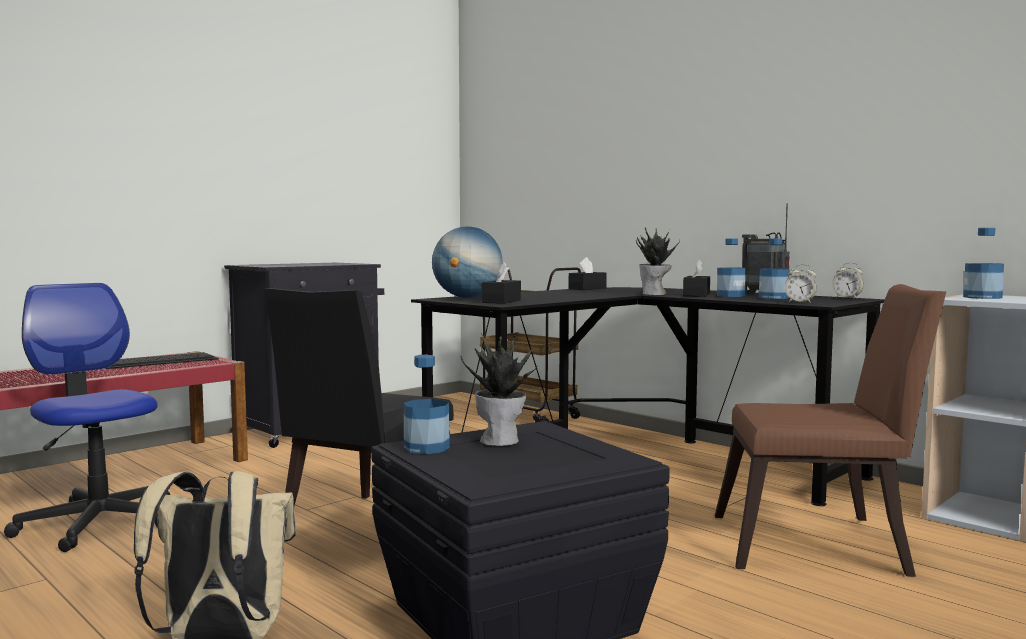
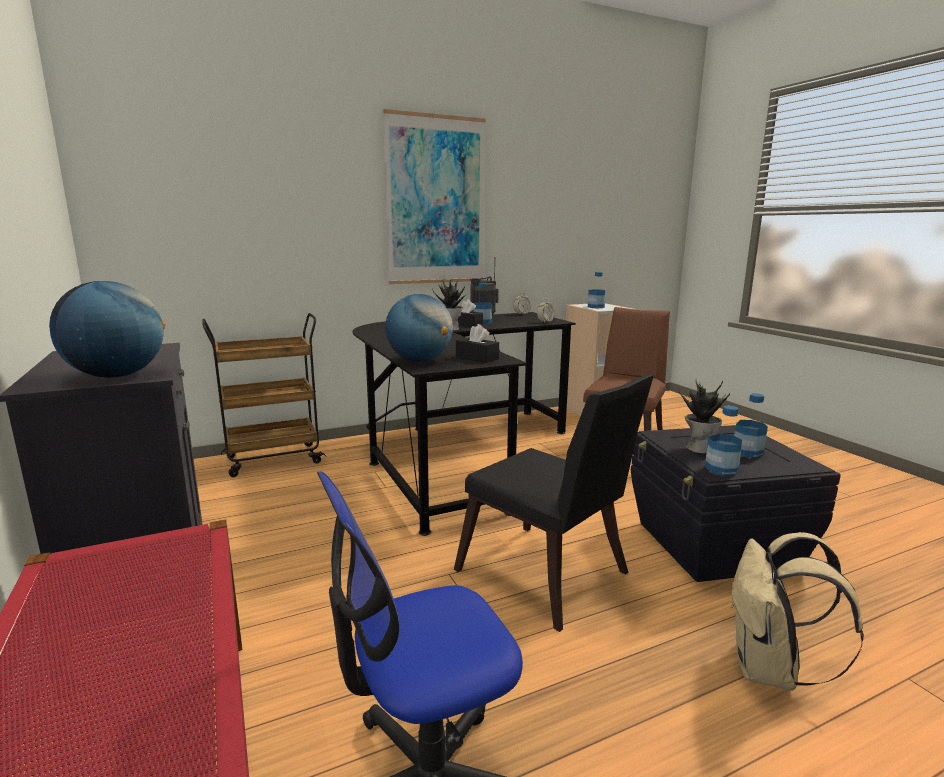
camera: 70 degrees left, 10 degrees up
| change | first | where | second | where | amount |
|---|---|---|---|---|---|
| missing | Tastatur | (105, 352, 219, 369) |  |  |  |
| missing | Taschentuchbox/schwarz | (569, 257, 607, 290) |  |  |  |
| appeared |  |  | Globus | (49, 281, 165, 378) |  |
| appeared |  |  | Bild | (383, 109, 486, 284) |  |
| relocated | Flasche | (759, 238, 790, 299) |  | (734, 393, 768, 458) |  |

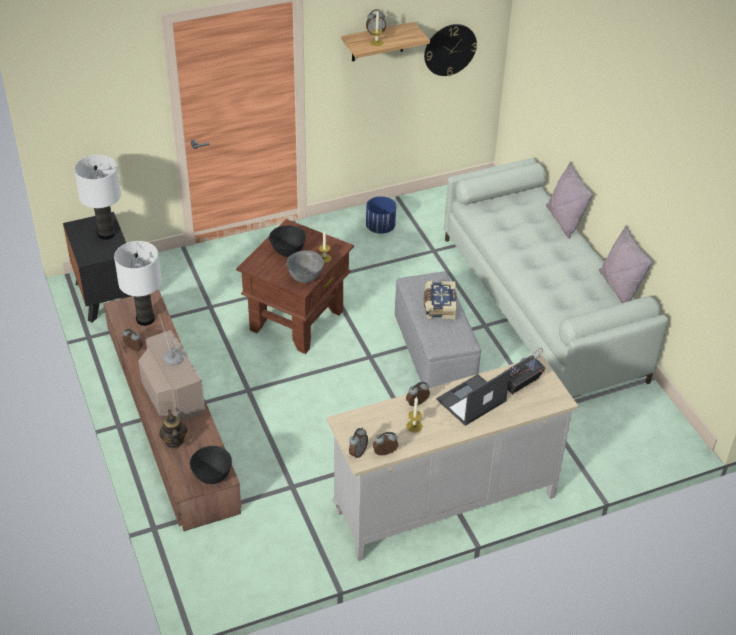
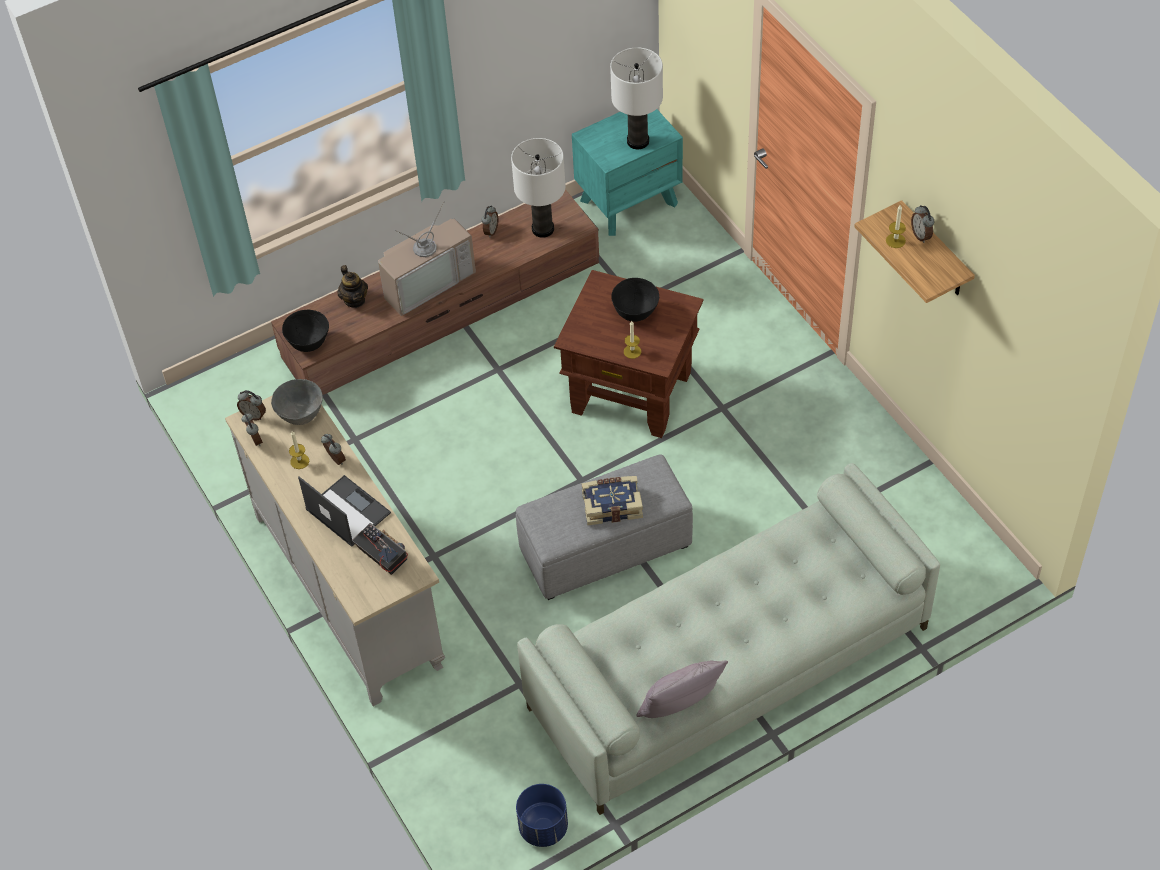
camera: 85 degrees right, 10 degrees up
| change | first | where | second | where | amount |
|---|---|---|---|---|---|
| missing | Wanduhr | (424, 24, 477, 76) |  |  |  |
| missing | Kissen/lila | (546, 162, 594, 239) |  |  |  |
| relocated | Schüssel/grau | (287, 250, 324, 283) |  | (271, 379, 323, 425) |  |
| relocated | Pflanzkübel/blau | (366, 196, 396, 234) |  | (516, 784, 568, 847) |  |
| colour | Nachttisch/schwarz | (63, 212, 131, 323) | Nachttisch/türkis | (572, 109, 683, 236) |  |
| spun | Teekanne | (159, 409, 188, 449) |  | (338, 265, 368, 308) | 90 degrees clockwise |

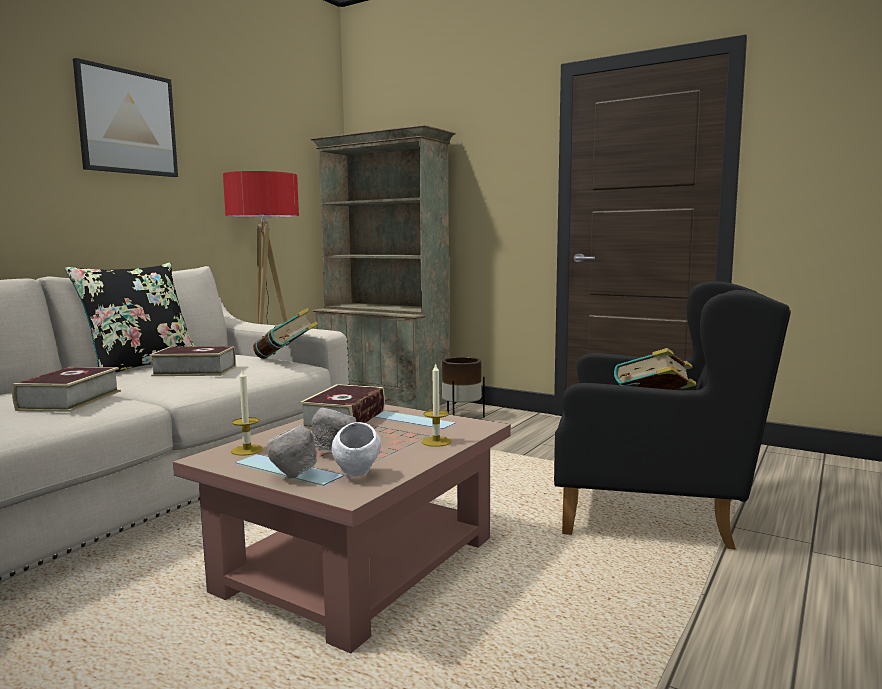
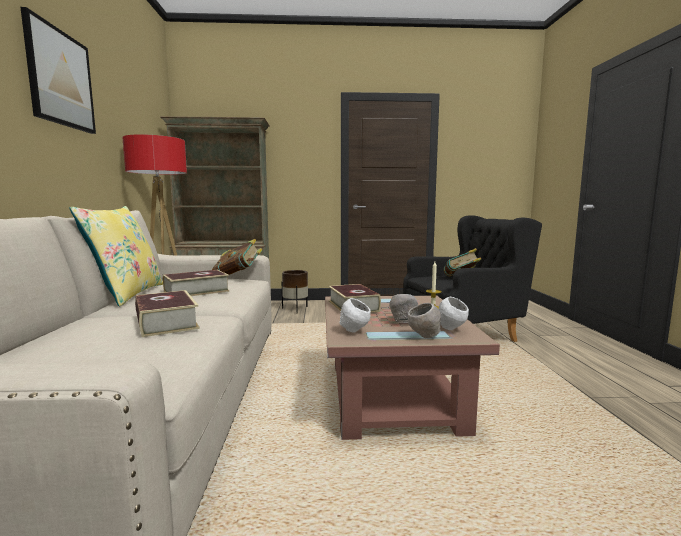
camera: 35 degrees left, 0 degrees up
| change | first | where | second | where | amount |
|---|---|---|---|---|---|
| exchanged | Kerze | (231, 368, 263, 456) | Schüssel/weiß | (340, 298, 371, 333) |  |
| colour | Kissen/schwarz | (65, 263, 195, 372) | Kissen/gelb | (70, 206, 163, 307) |  |

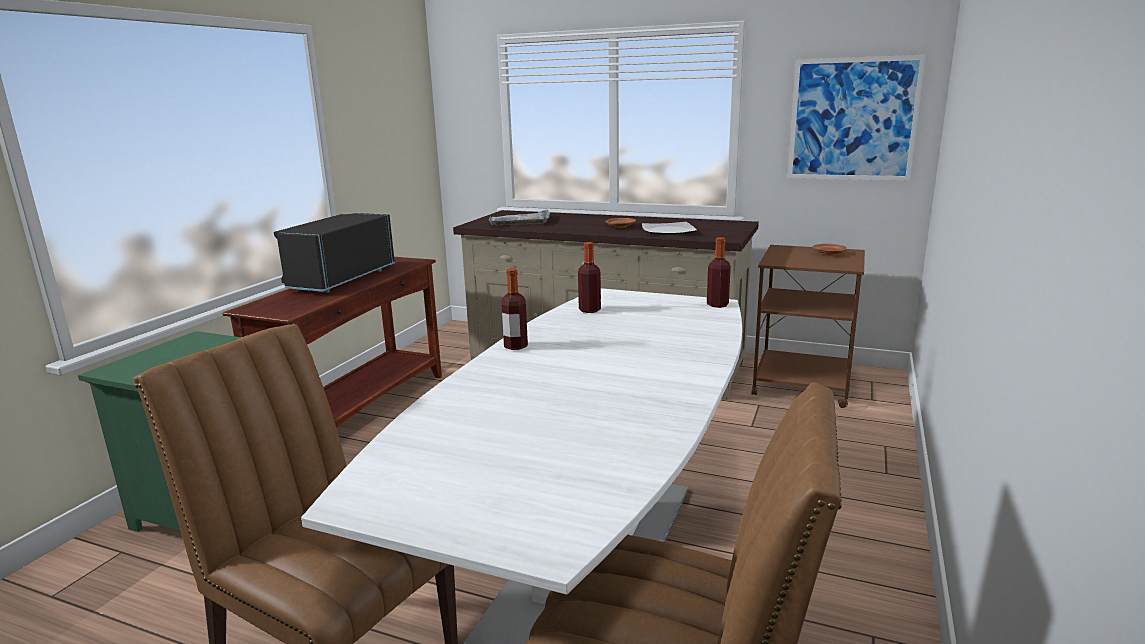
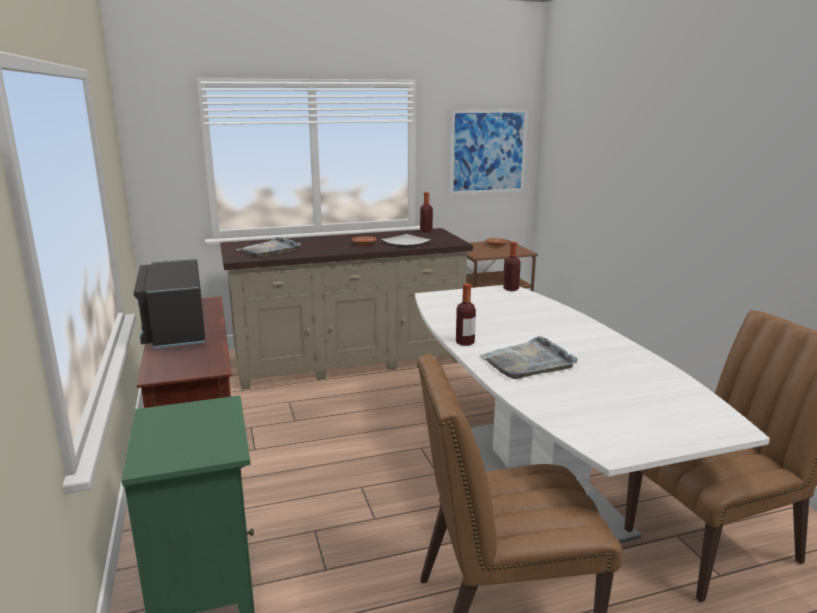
camera: 40 degrees left, 0 degrees up
| change | first | where | second | where | amount |
|---|---|---|---|---|---|
| appeared |  |  | Tablett/grau | (479, 336, 578, 379) |  |
| relocated | Flasche | (578, 242, 601, 313) |  | (420, 192, 433, 232) |  |

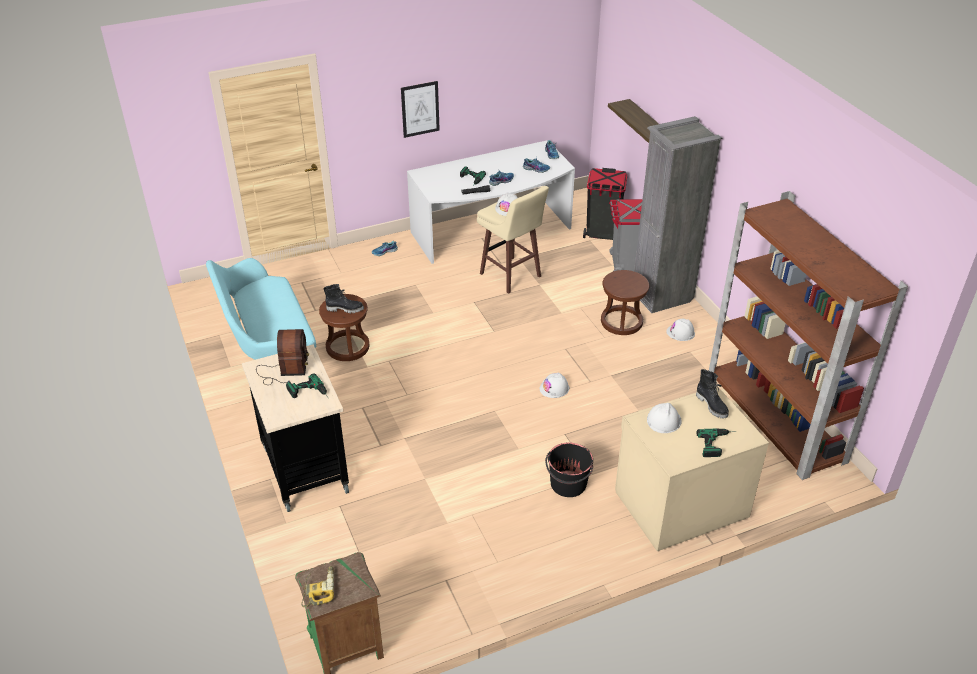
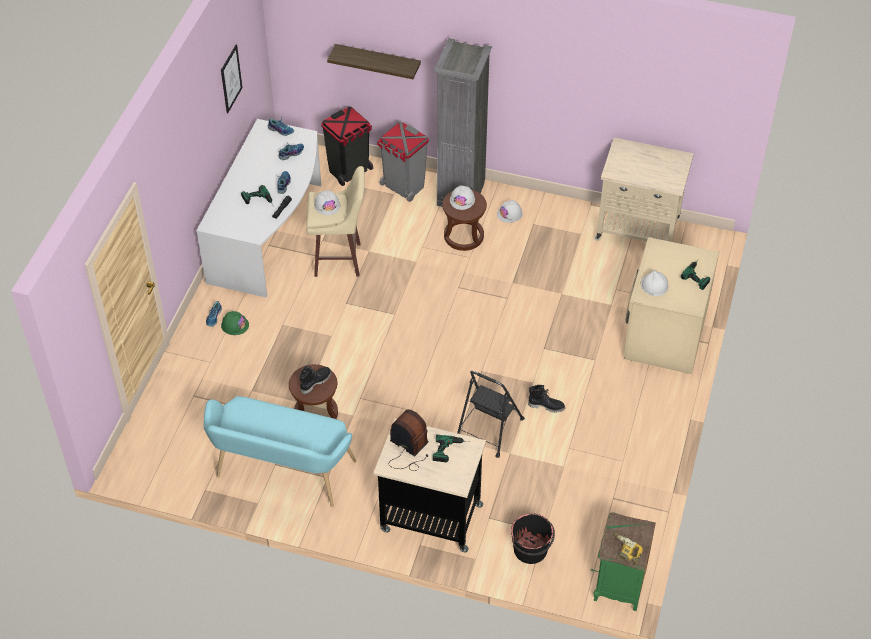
camera: 50 degrees left, 10 degrees up
| change | first | where | second | where | amount |
|---|---|---|---|---|---|
| appeared |  |  | Schutzhelm/grün | (221, 311, 249, 335) |  |
| appeared |  |  | Trittleiter/schwarz | (457, 371, 525, 458) |  |
| relocated | Bild | (401, 81, 440, 138) |  | (221, 45, 242, 113) |  |
| relocated | Schutzhelm/weiß | (540, 373, 569, 398) |  | (450, 185, 475, 210) |  |
| relocated | Eimer/schwarz | (545, 442, 593, 497) |  | (511, 513, 555, 564) |  |
| relocated | Stiefel/schwarz | (696, 369, 729, 419) |  | (528, 385, 565, 413) |  |
| exchanged | Bücherregal/braun | (709, 191, 908, 480) | Rollwagen/beige | (593, 138, 694, 242) |  |

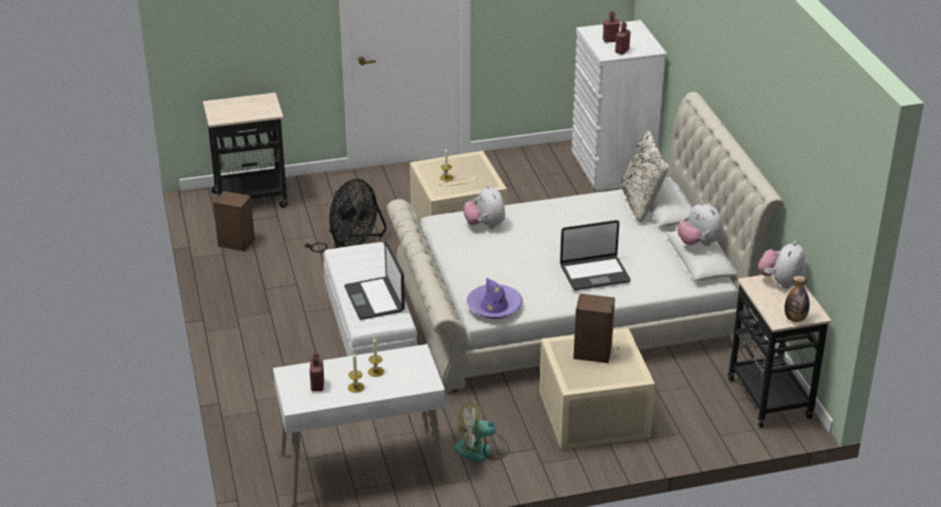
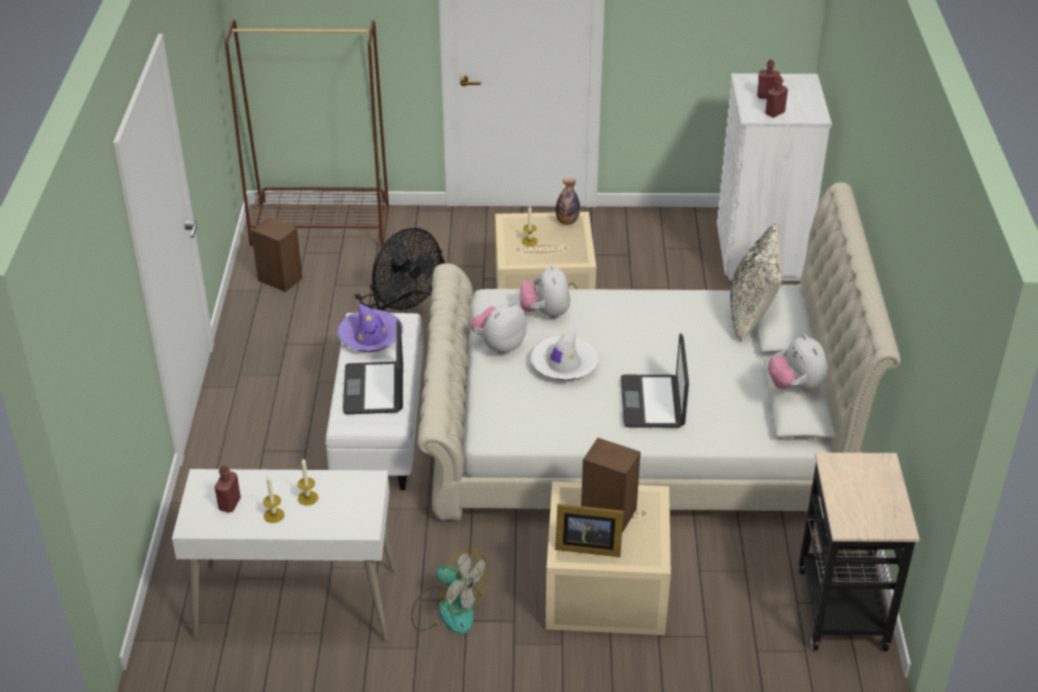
camera: 15 degrees right, 5 degrees up
| change | first | where | second | where | amount |
|---|---|---|---|---|---|
| appeared |  |  | Hut/weiß | (531, 331, 599, 381) |  |
| appeared |  |  | Bilderrahmen | (555, 504, 624, 557) |  |
| relocated | Hut/lila | (467, 278, 523, 319) |  | (337, 302, 403, 352) |  |
| relocated | Plüschtier | (758, 241, 805, 289) |  | (470, 302, 527, 354) |  |
| relocated | Flasche | (784, 276, 810, 322) |  | (556, 178, 580, 224) |  |
| exchanged | Rollwagen | (203, 93, 287, 208) | Kleiderständer/braun | (225, 19, 389, 247) |  |
| spun | Ventilator | (455, 401, 510, 462) |  | (411, 548, 488, 634) | 150 degrees counterclockwise |
| spun | Laptop | (560, 220, 631, 290) |  | (621, 334, 689, 428) | 90 degrees clockwise |

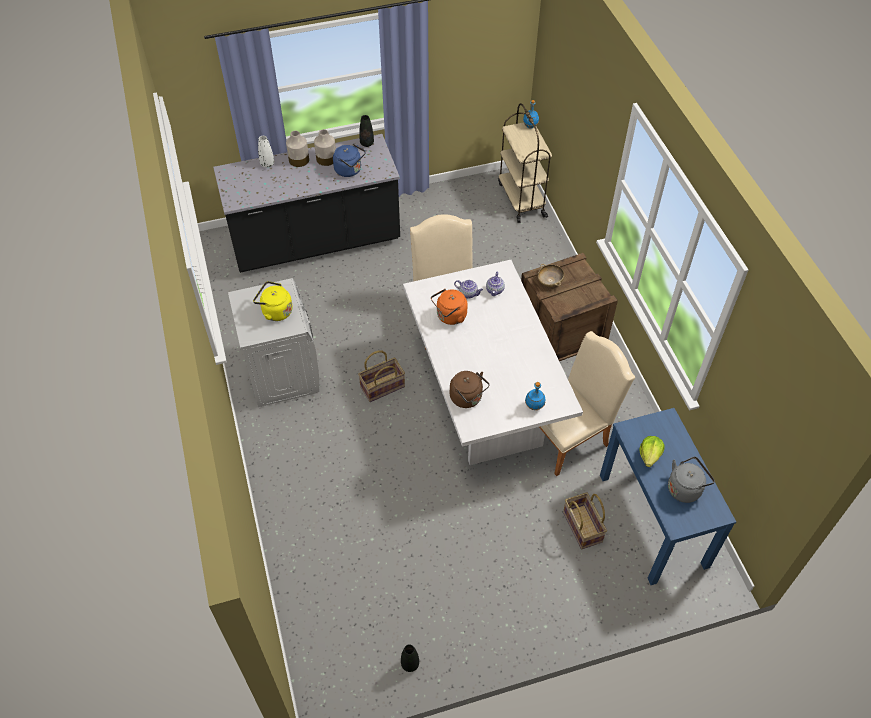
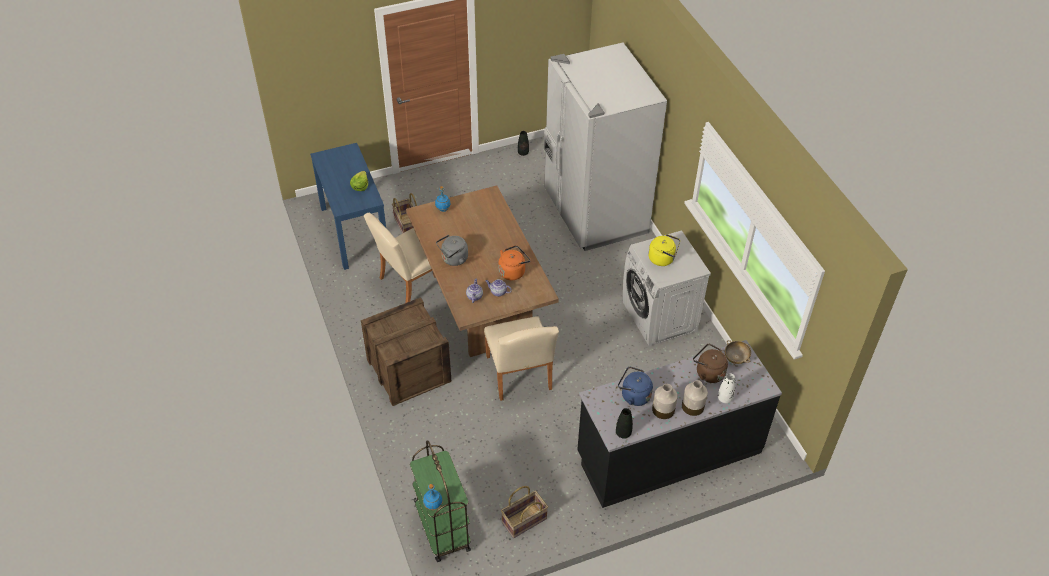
camera: 175 degrees right, 5 degrees down
| change | first | where | second | where | amount |
|---|---|---|---|---|---|
| appeared |  |  | Kühlschrank/weiß | (544, 43, 667, 251) |  |
| relocated | Korb | (358, 350, 405, 402) |  | (501, 486, 548, 538) |  |
| relocated | Wasserkessel/braun | (450, 371, 490, 408) |  | (693, 344, 728, 383) |  |
| relocated | Schüssel/beige | (538, 264, 564, 287) |  | (725, 340, 751, 364) |  |
| relocated | Wasserkessel/grau | (668, 456, 715, 503) |  | (436, 235, 468, 266) |  |
| colour | Esstisch/weiß | (403, 260, 583, 465) | Esstisch/braun | (406, 185, 559, 357) |  |
| colour | Rollwagen/beige | (498, 103, 552, 223) | Rollwagen/grün | (410, 440, 471, 562) |  |

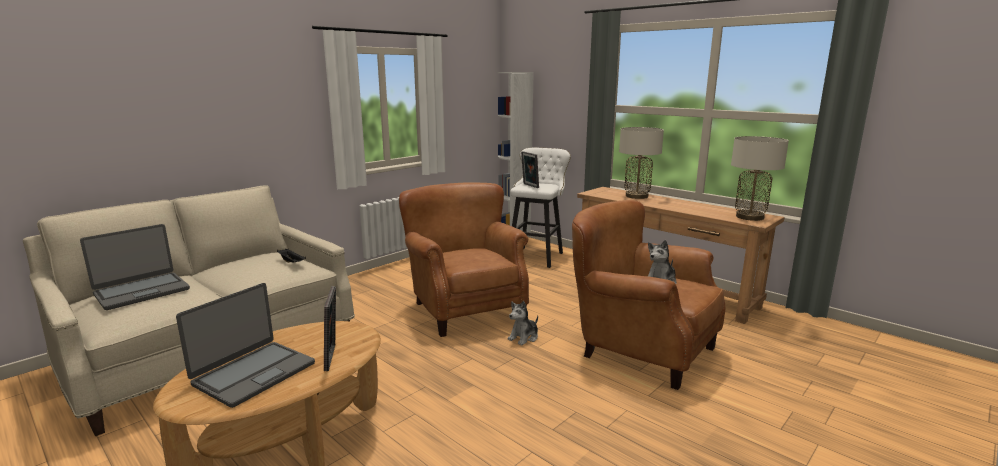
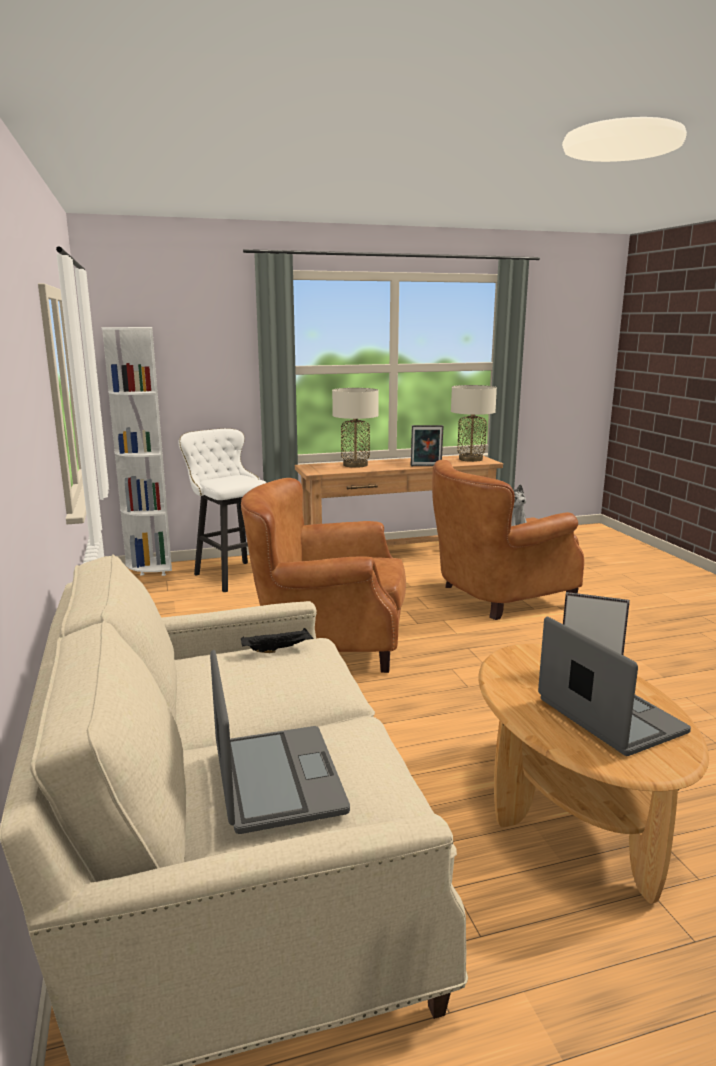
camera: 60 degrees left, 0 degrees up
| change | first | where | second | where | amount |
|---|---|---|---|---|---|
| missing | Plüschtier | (508, 301, 538, 346) |  |  |  |
| relocated | Bilderrahmen | (521, 151, 539, 188) |  | (411, 425, 444, 466) |  |

